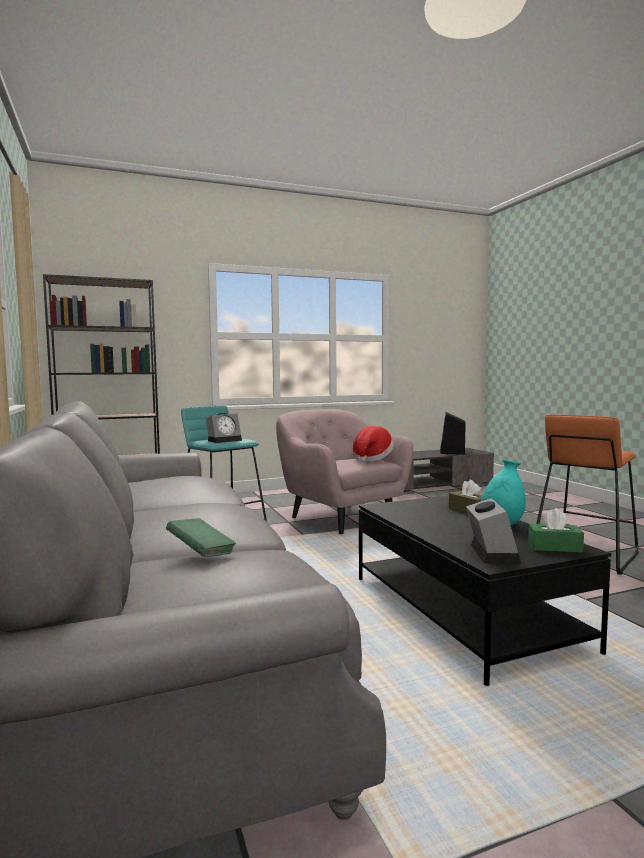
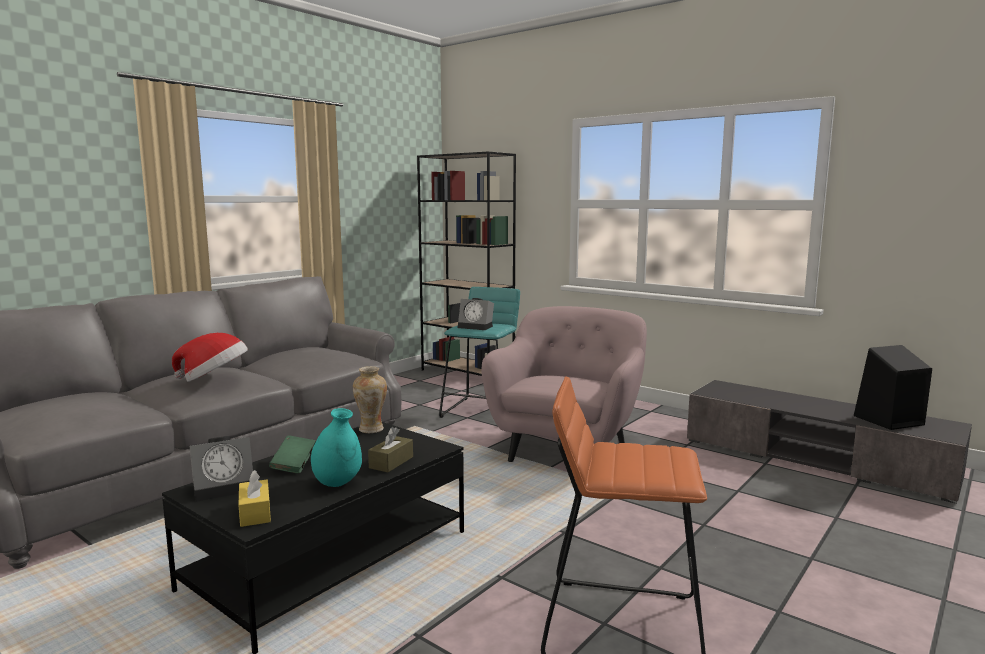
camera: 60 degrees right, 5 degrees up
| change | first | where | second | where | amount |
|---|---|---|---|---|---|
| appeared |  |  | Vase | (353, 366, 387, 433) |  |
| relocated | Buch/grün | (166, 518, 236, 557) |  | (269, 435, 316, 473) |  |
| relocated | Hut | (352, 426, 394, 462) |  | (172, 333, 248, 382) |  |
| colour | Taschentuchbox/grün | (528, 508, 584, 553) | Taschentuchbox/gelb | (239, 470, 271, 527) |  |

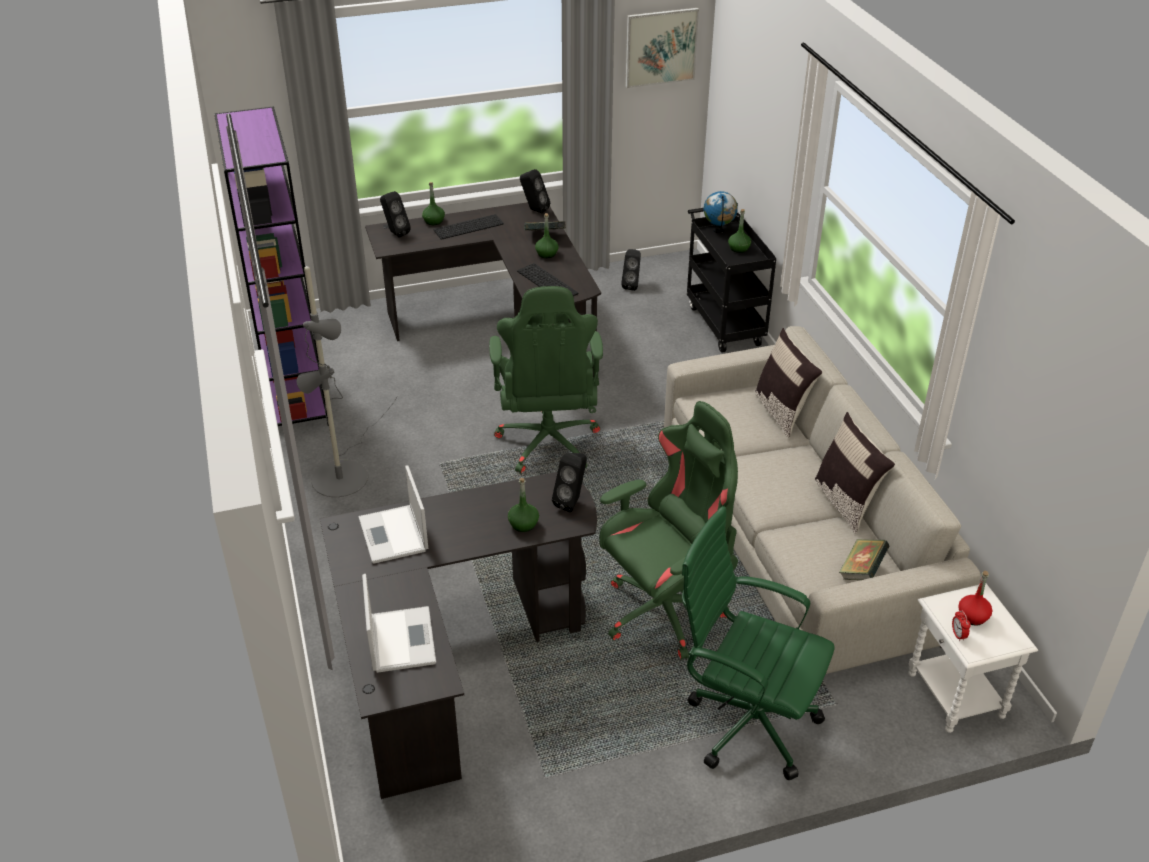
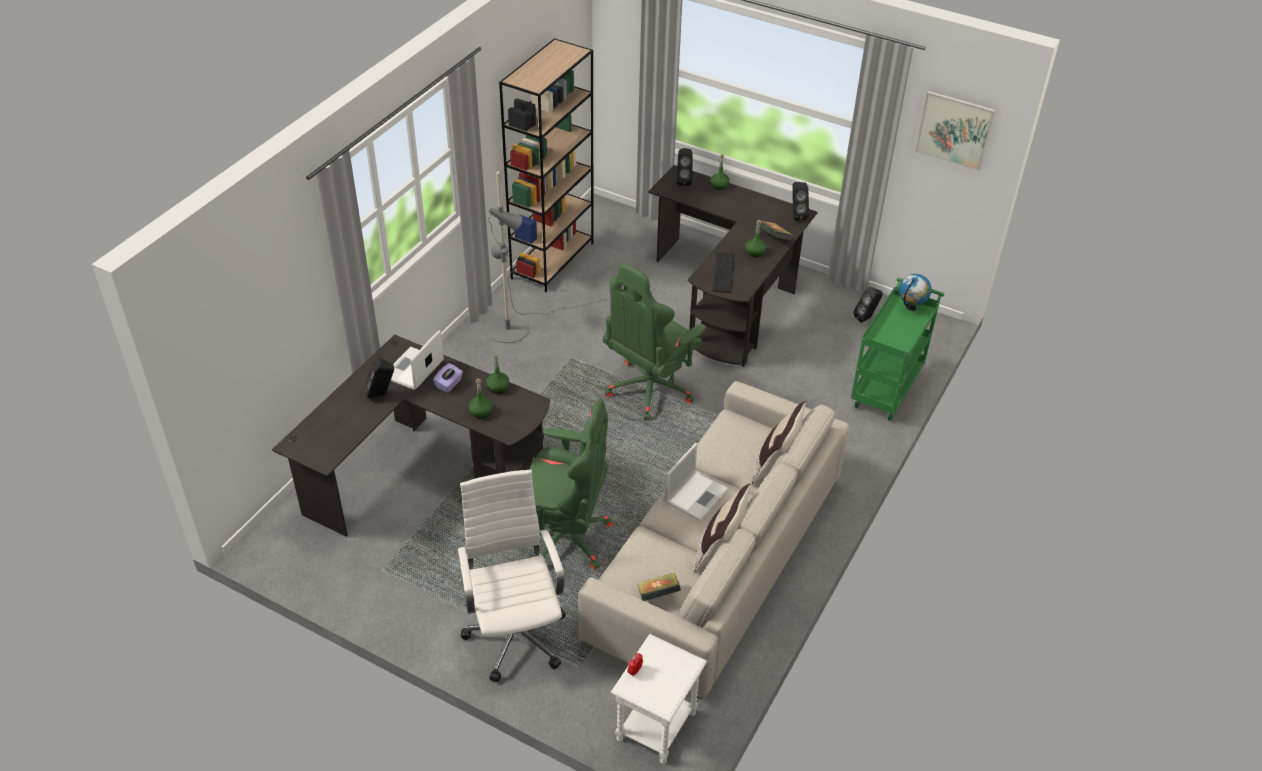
camera: 45 degrees right, 5 degrees up
| change | first | where | second | where | amount |
|---|---|---|---|---|---|
| missing | Tastatur | (433, 214, 504, 240) |  |  |  |
| missing | Flasche/rot | (958, 571, 992, 626) |  |  |  |
| appeared |  |  | Taschentuchbox/lila | (433, 363, 463, 393) |  |
| relocated | Laptop | (362, 574, 436, 673) |  | (665, 443, 729, 521) |  |
| relocated | Lautsprecher/schwarz | (552, 453, 587, 512) |  | (365, 357, 394, 399) |  |
| relocated | Flasche/grün | (728, 209, 751, 253) |  | (486, 354, 510, 393) |  |
| colour | Bücherregal/lila | (214, 106, 328, 426) | Bücherregal/beige | (499, 38, 593, 292) |  |
| colour | Bürostuhl/grün | (682, 506, 835, 780) | Bürostuhl/weiß | (458, 470, 566, 682) |  |
| colour | Rollwagen/schwarz | (687, 203, 776, 352) | Rollwagen/grün | (851, 278, 945, 421) |  |

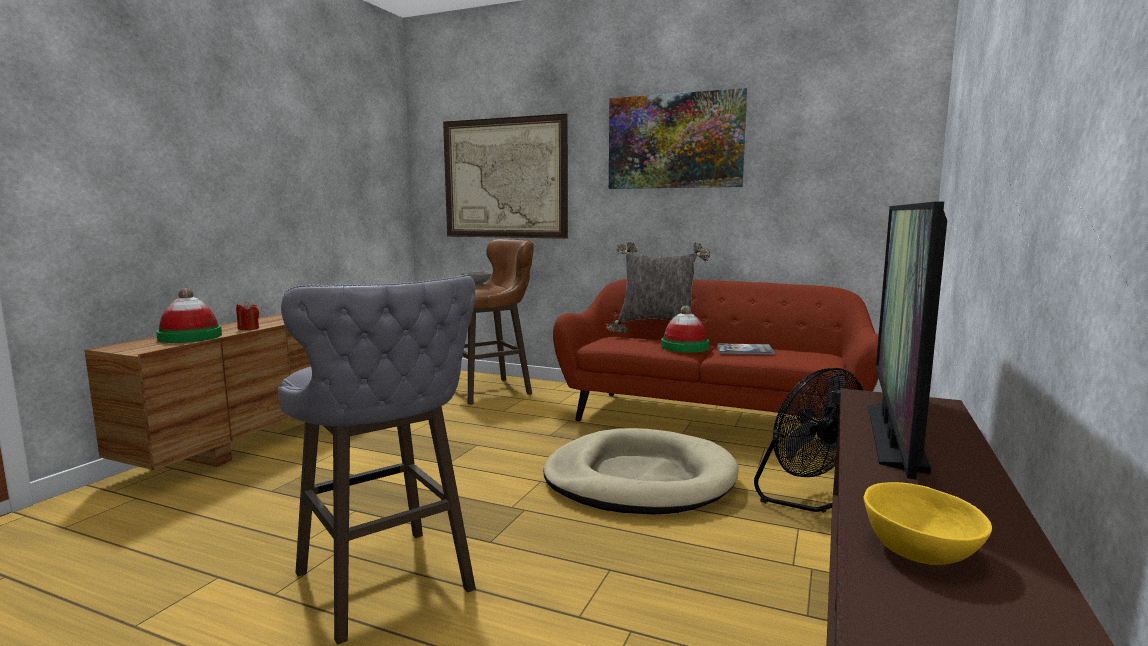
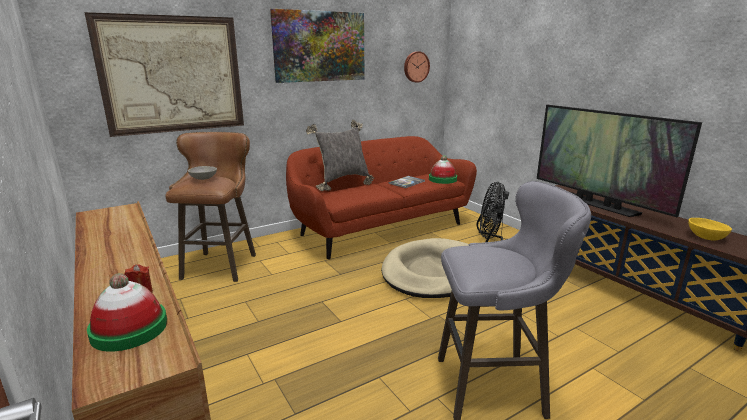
camera: 55 degrees left, 10 degrees up
| change | first | where | second | where | amount |
|---|---|---|---|---|---|
| appeared |  |  | Wanduhr | (404, 51, 430, 83) |  |
| relocated | Hut | (661, 306, 709, 353) |  | (429, 155, 457, 184) |  |

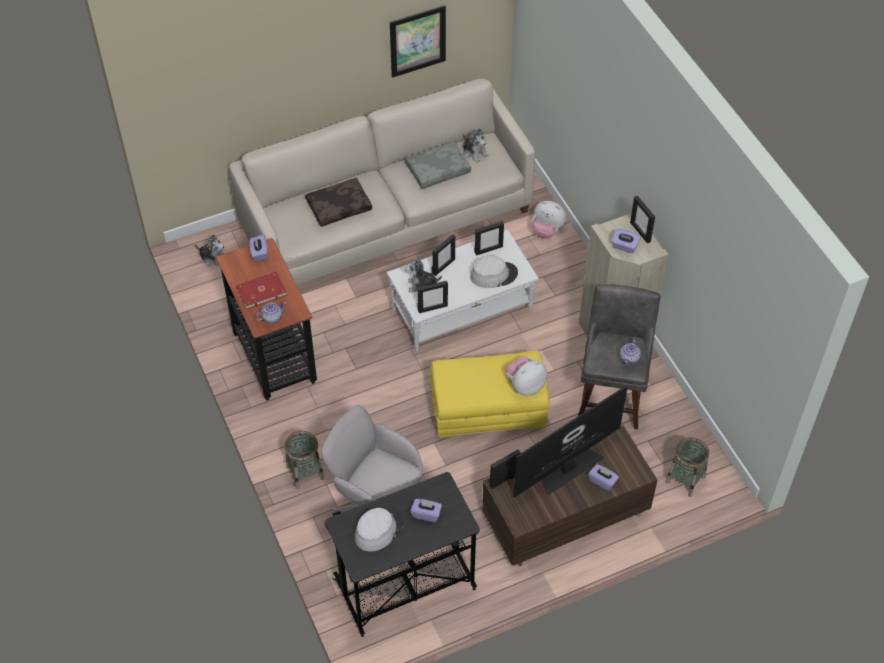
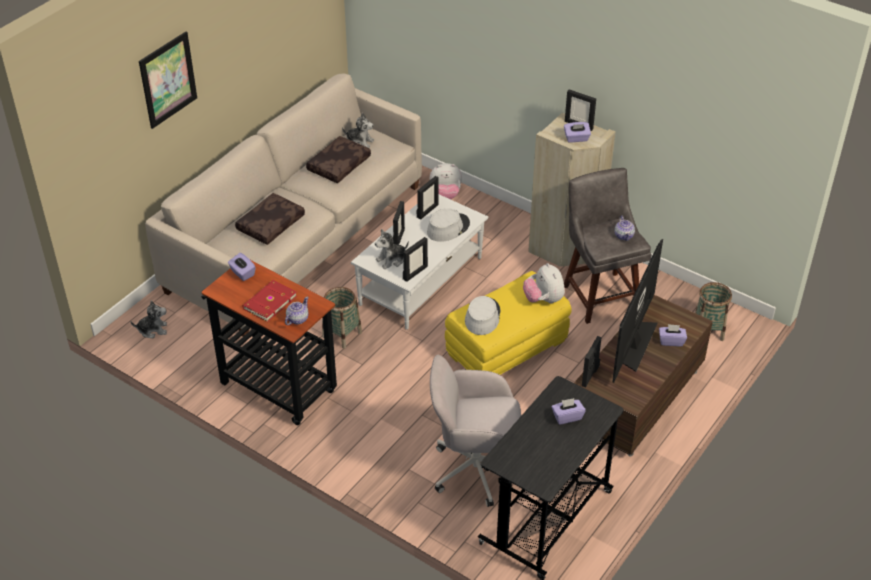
camera: 30 degrees left, 10 degrees down
| change | first | where | second | where | amount |
|---|---|---|---|---|---|
| relocated | Korb | (285, 431, 324, 489) |  | (322, 287, 362, 349) |  |
| relocated | Hut/grau | (355, 505, 404, 552) |  | (465, 296, 501, 335) |  |
| relocated | Bild | (390, 5, 446, 78) |  | (139, 32, 197, 129) |  |
| colour | Kissen/grau | (405, 141, 471, 189) | Kissen/braun | (306, 136, 371, 183) |  |
| spun | Plüschtier | (505, 356, 547, 396) |  | (523, 263, 565, 303) | 45 degrees counterclockwise |

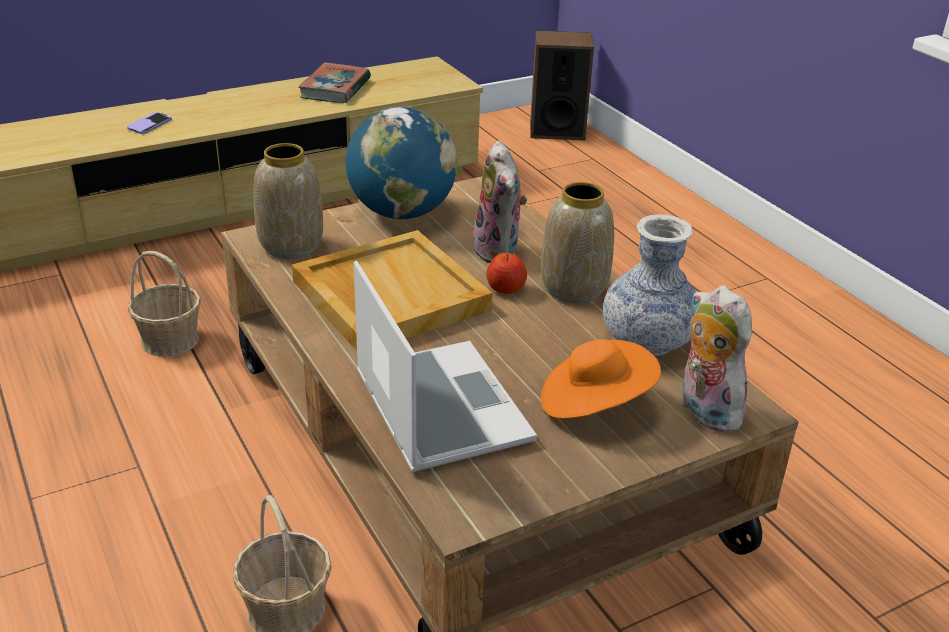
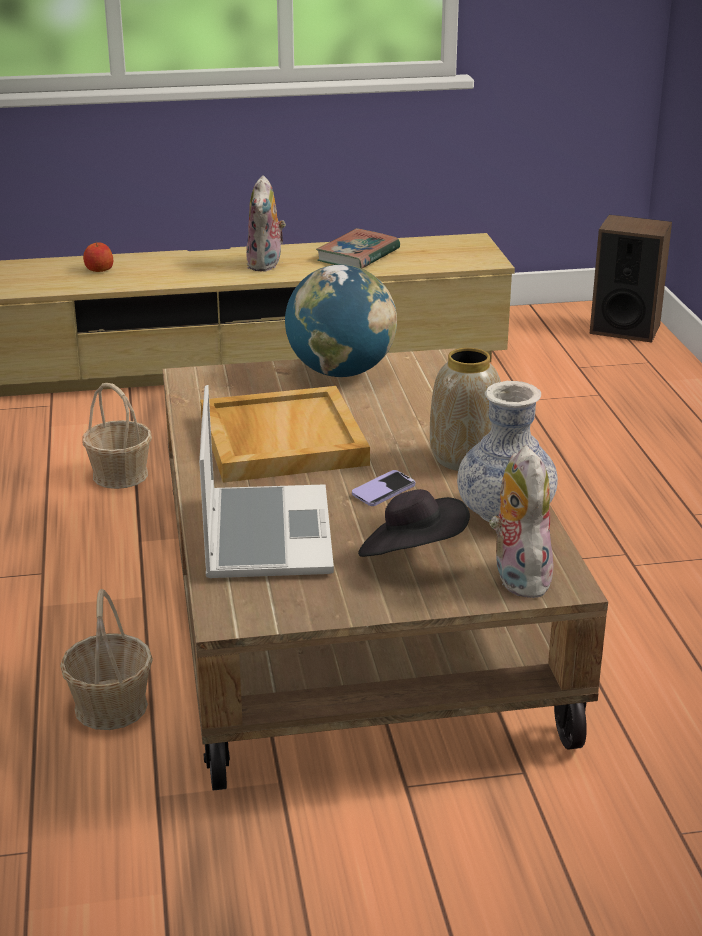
camera: 20 degrees right, 5 degrees down
| change | first | where | second | where | amount |
|---|---|---|---|---|---|
| missing | Vase | (253, 143, 323, 259) |  |  |  |
| relocated | Handy | (127, 112, 172, 134) |  | (352, 470, 415, 506) |  |
| relocated | Plüschtier | (473, 141, 527, 263) |  | (246, 175, 286, 271) |  |
| relocated | Apfel | (487, 253, 527, 294) |  | (83, 242, 113, 272) |  |
| colour | Hut/orange | (541, 339, 661, 419) | Hut/schwarz | (358, 489, 470, 557) |  |

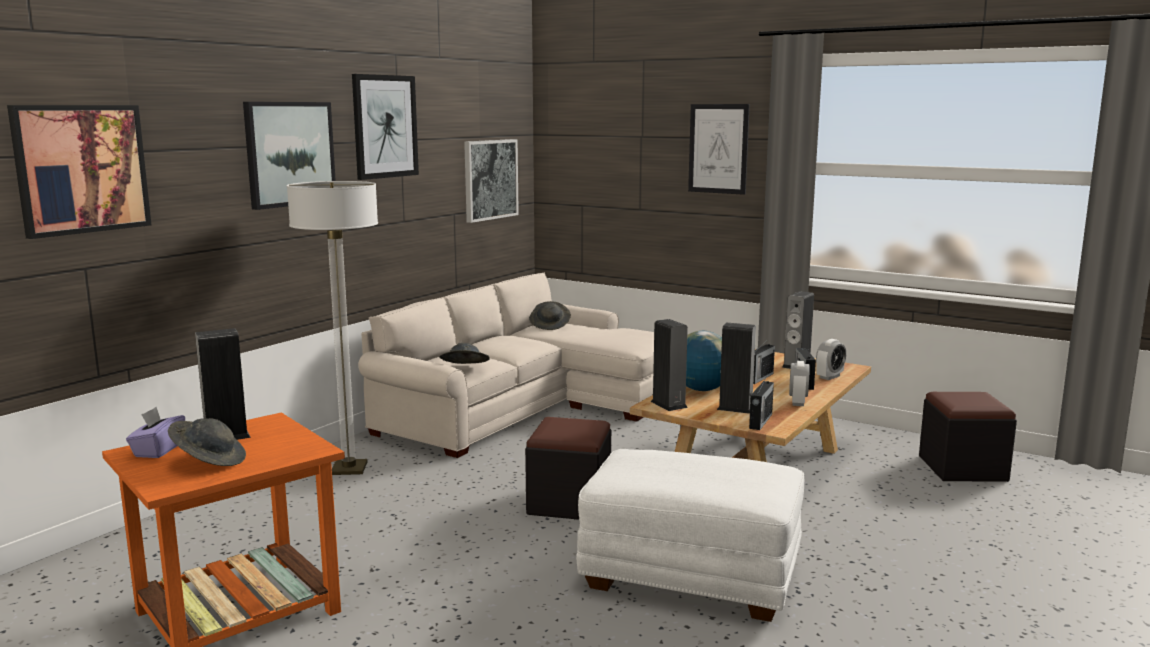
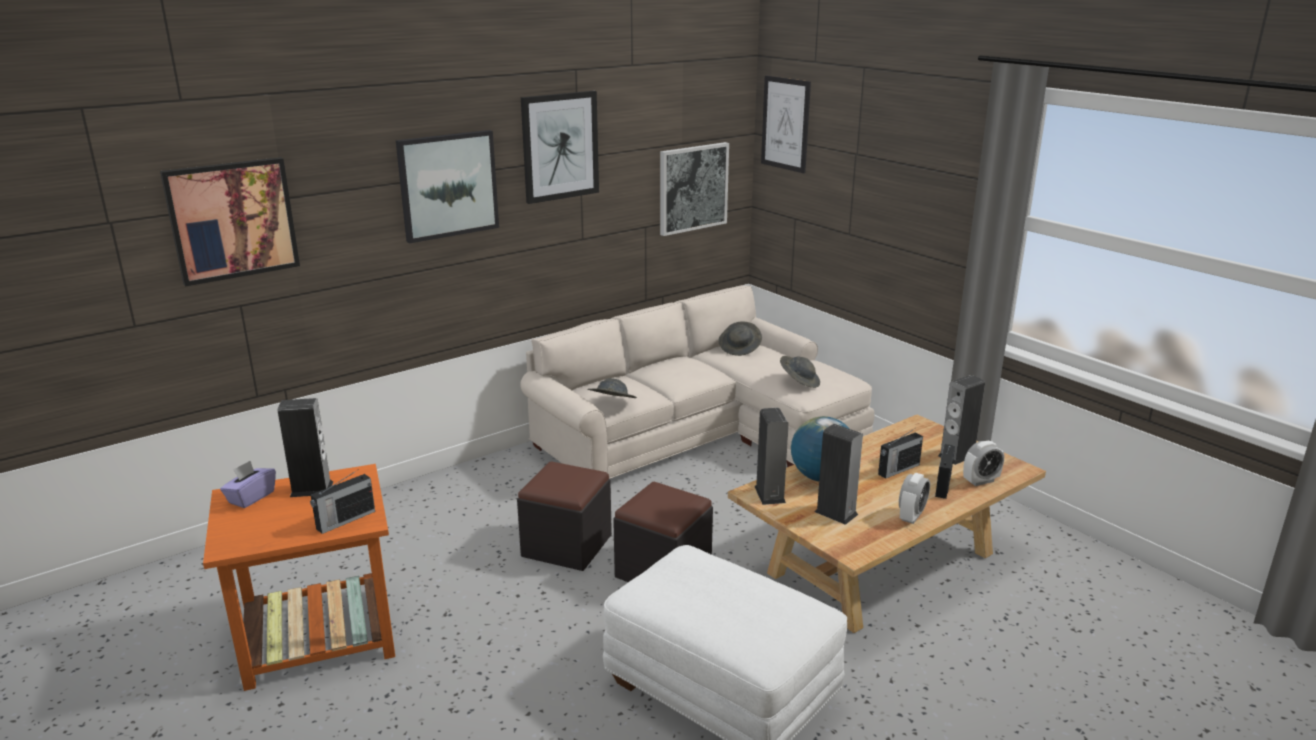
camera: 20 degrees right, 10 degrees up
| change | first | where | second | where | amount |
|---|---|---|---|---|---|
| missing | Stehlampe | (287, 181, 378, 475) |  |  |  |
| relocated | Hut/grau | (168, 418, 246, 466) |  | (780, 356, 820, 388) |  |
| relocated | Bild | (688, 104, 750, 195) |  | (761, 76, 811, 173) |  |
| relocated | Radio | (749, 377, 774, 430) |  | (310, 469, 375, 534) |  |
| relocated | Polsterhocker/schwarz | (919, 392, 1017, 482) |  | (517, 462, 612, 571) |  |

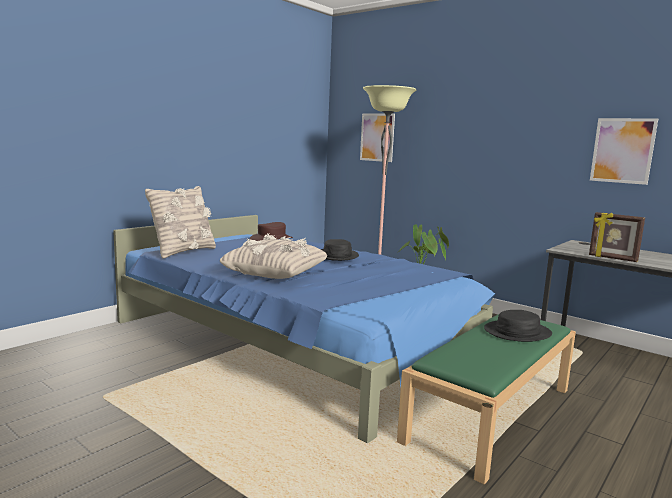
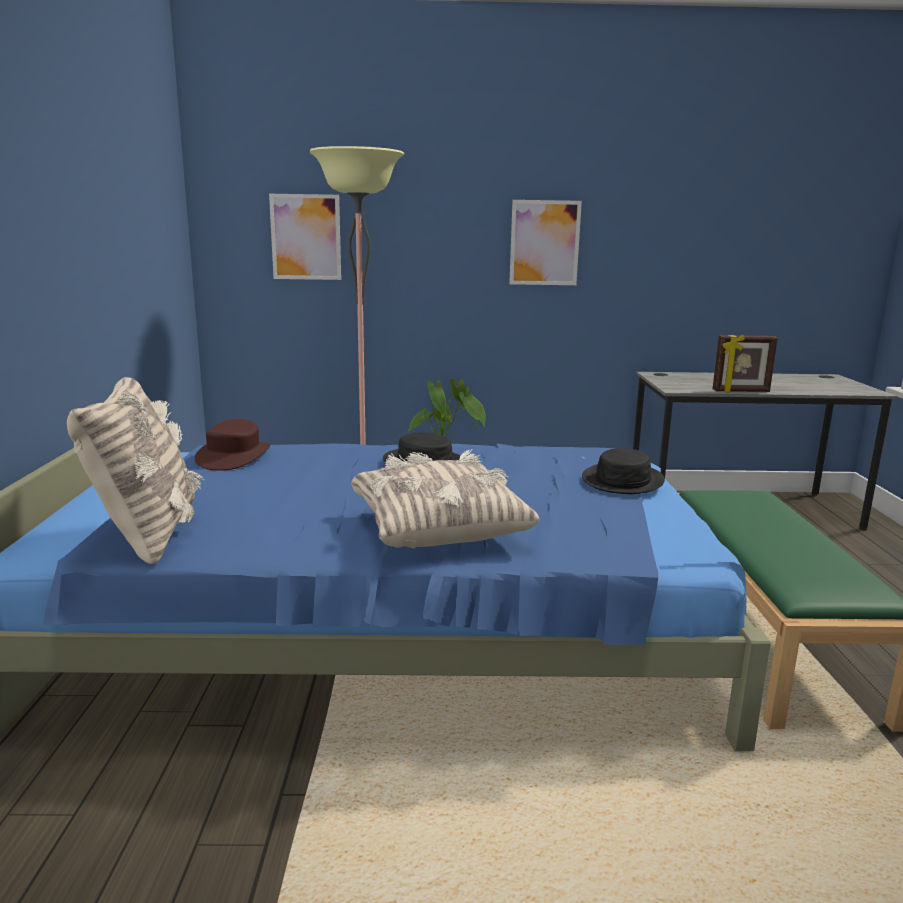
camera: 40 degrees left, 5 degrees up
| change | first | where | second | where | amount |
|---|---|---|---|---|---|
| relocated | Hut/schwarz | (484, 310, 552, 342) |  | (582, 448, 665, 494) |  |
| relocated | Bild | (590, 118, 658, 185) |  | (509, 200, 582, 285) |  |

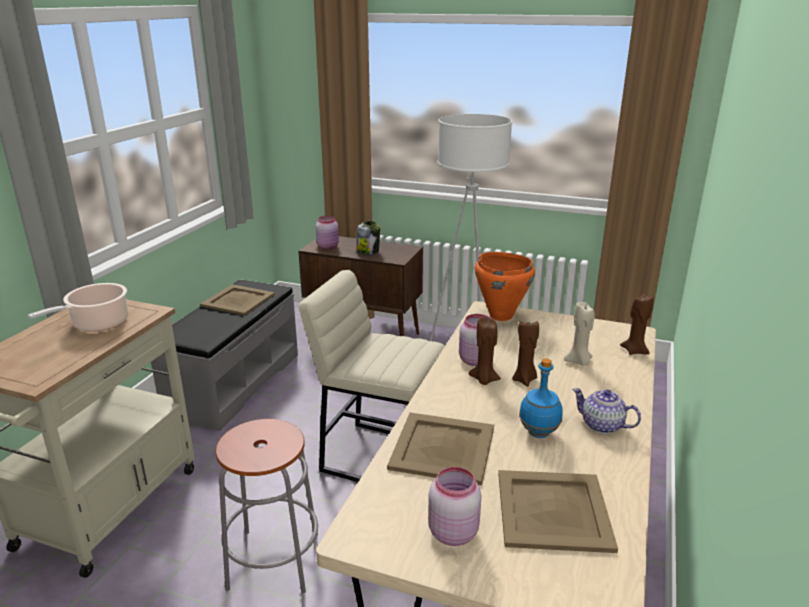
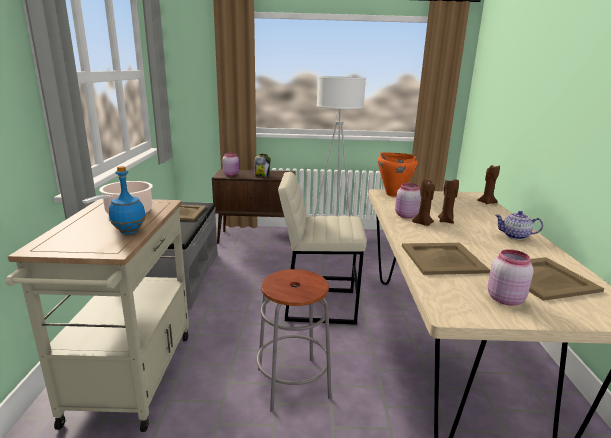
camera: 20 degrees left, 5 degrees down
| change | first | where | second | where | amount |
|---|---|---|---|---|---|
| missing | Kerze/beige | (564, 302, 595, 366) |  |  |  |
| relocated | Flasche/blau | (519, 358, 563, 438) |  | (109, 166, 146, 234) |  |

